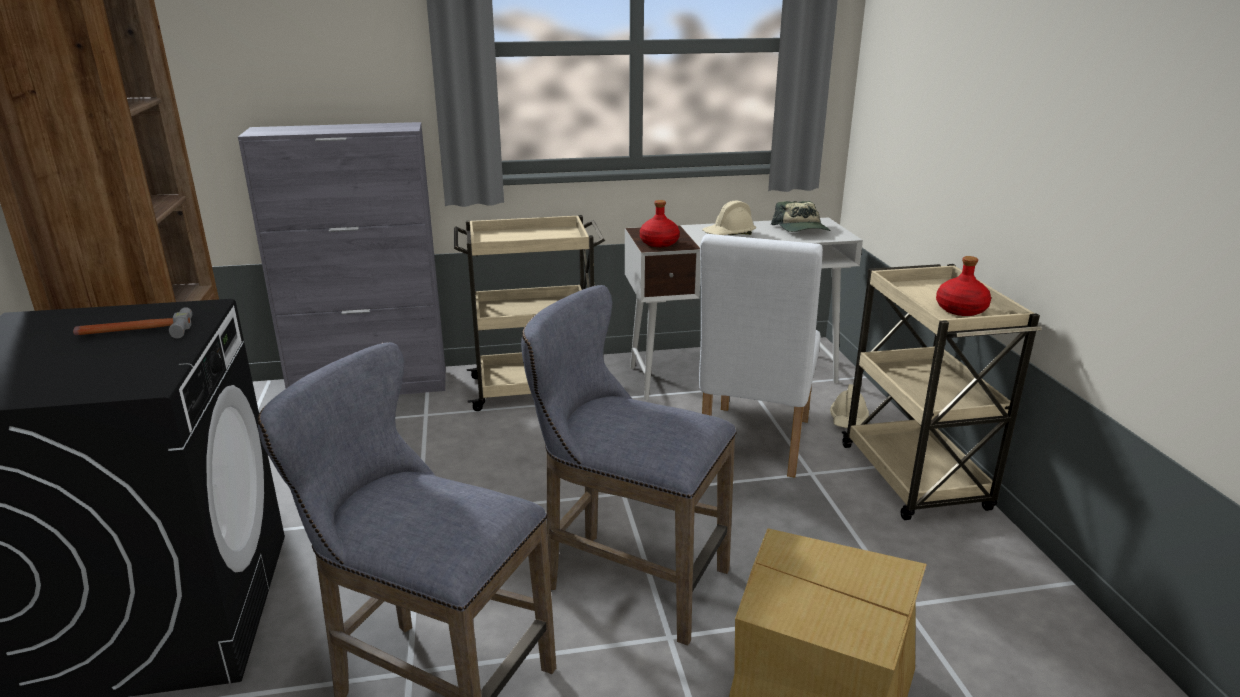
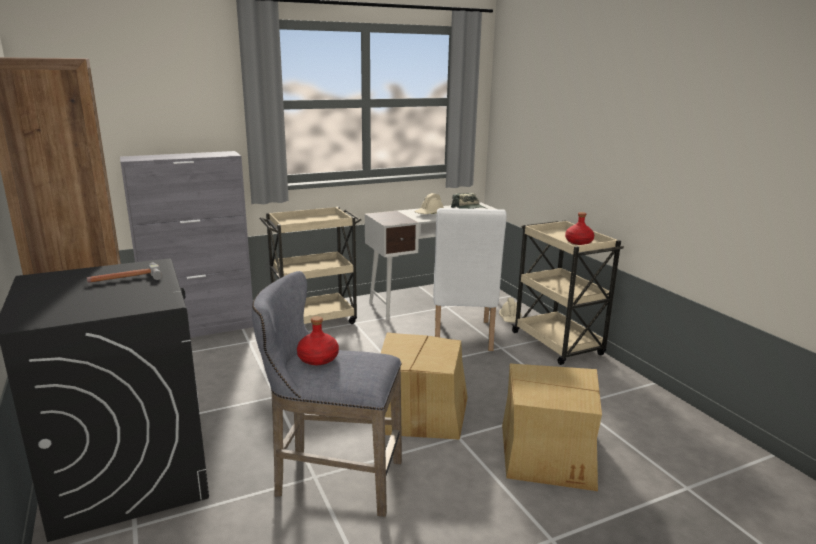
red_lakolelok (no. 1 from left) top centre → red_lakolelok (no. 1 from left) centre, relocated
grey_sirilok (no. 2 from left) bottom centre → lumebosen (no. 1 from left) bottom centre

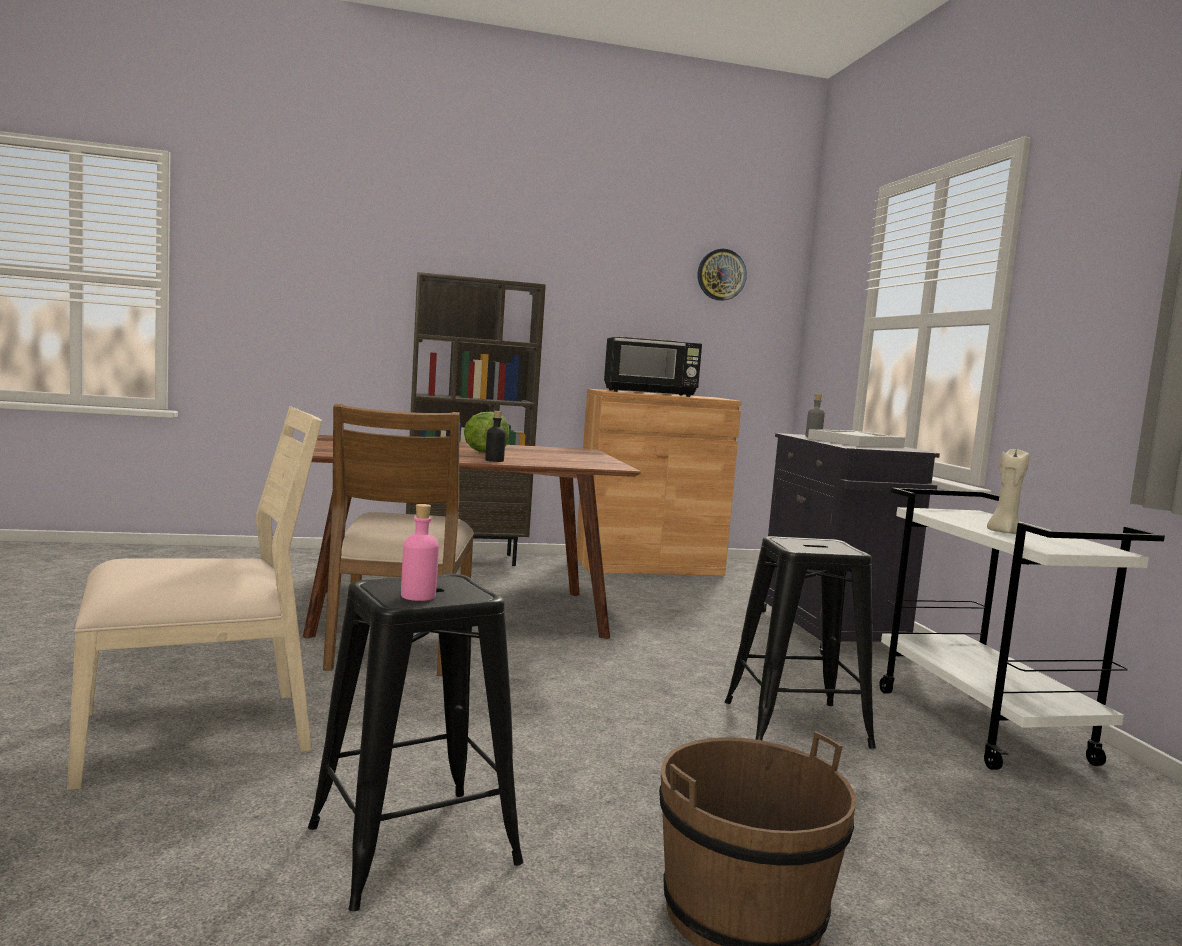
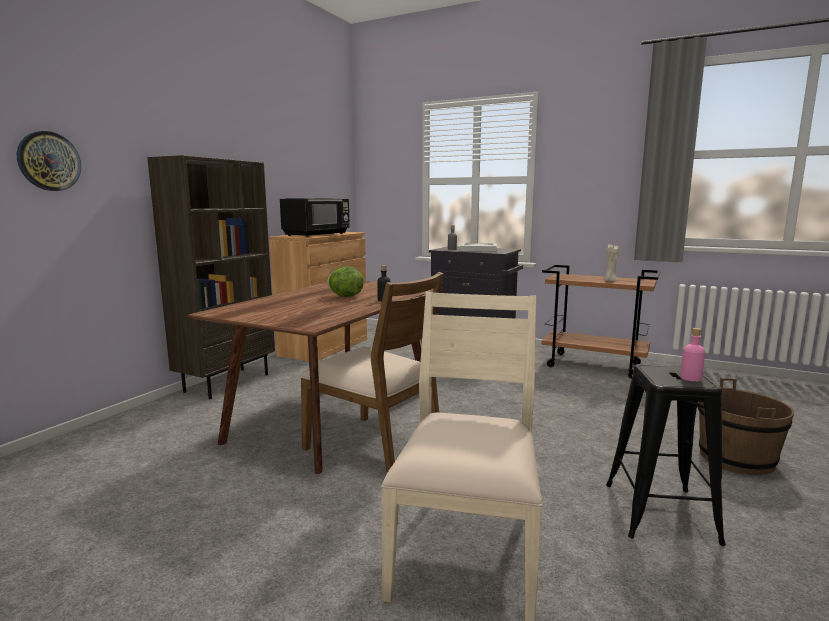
black_sirilok (no. 2 from left) bottom right → -
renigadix top centre → renigadix top left, relocated
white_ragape middle right → brown_ragape middle right

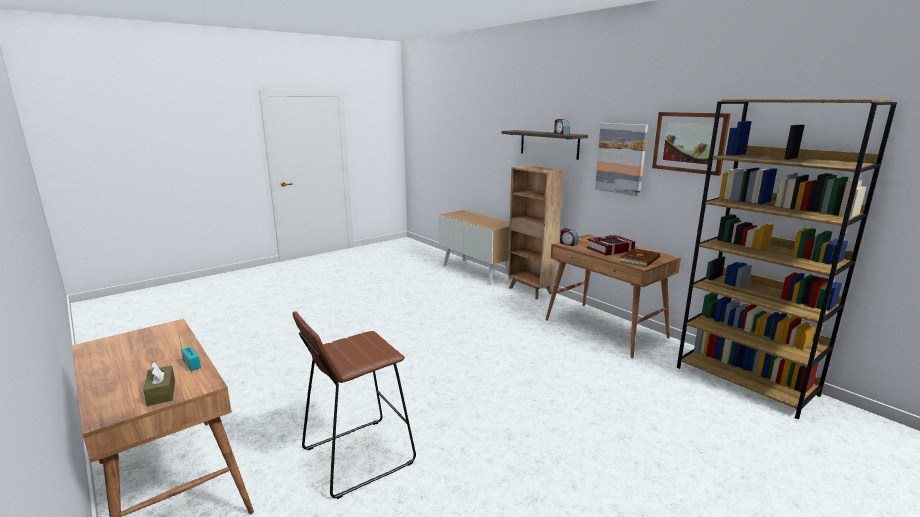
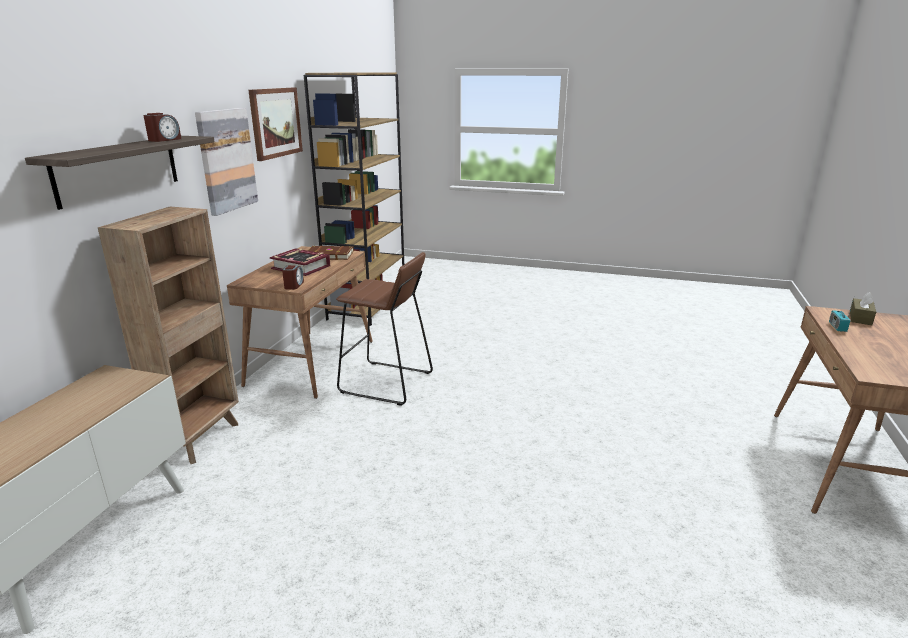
brown_sirilok bottom centre → brown_sirilok centre, relocated

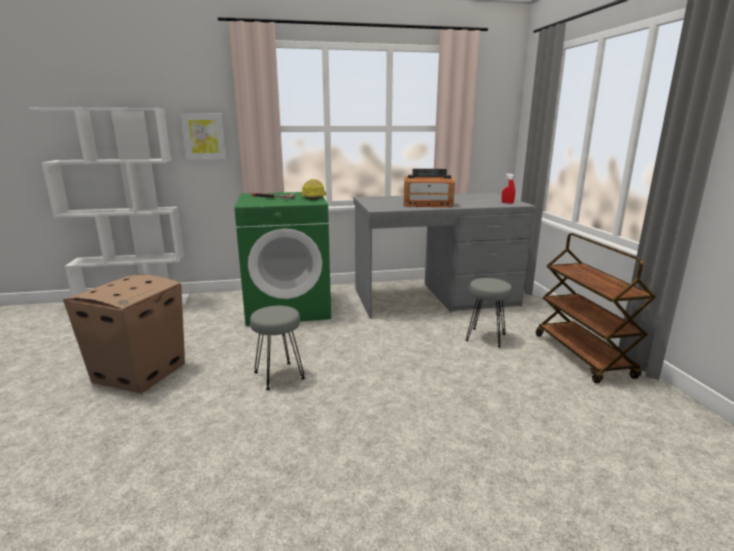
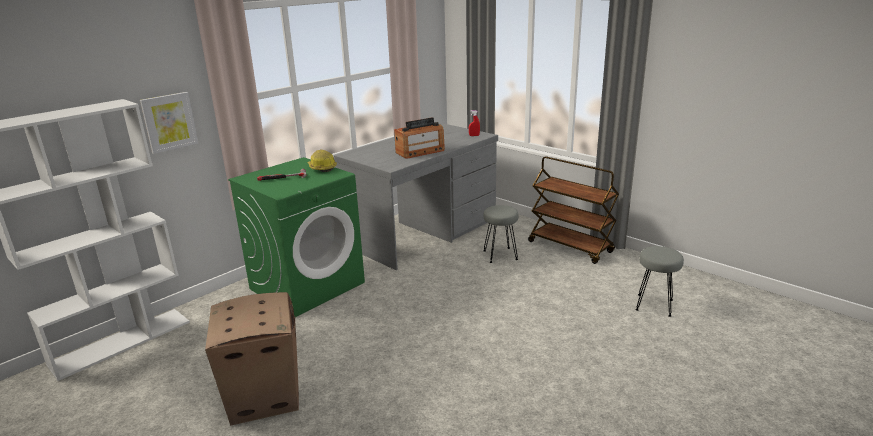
grey_sirilok (no. 1 from left in the first image) centre → grey_sirilok (no. 2 from left) middle right, relocated

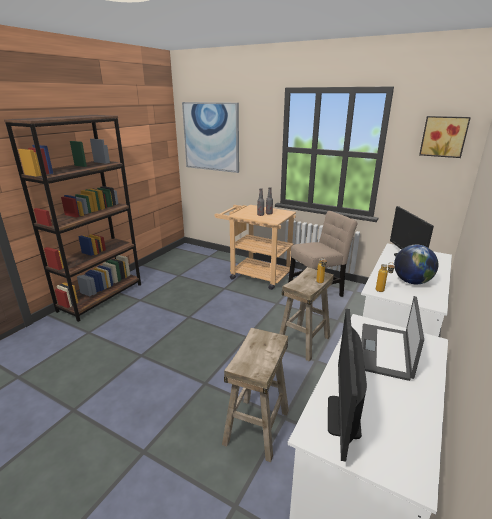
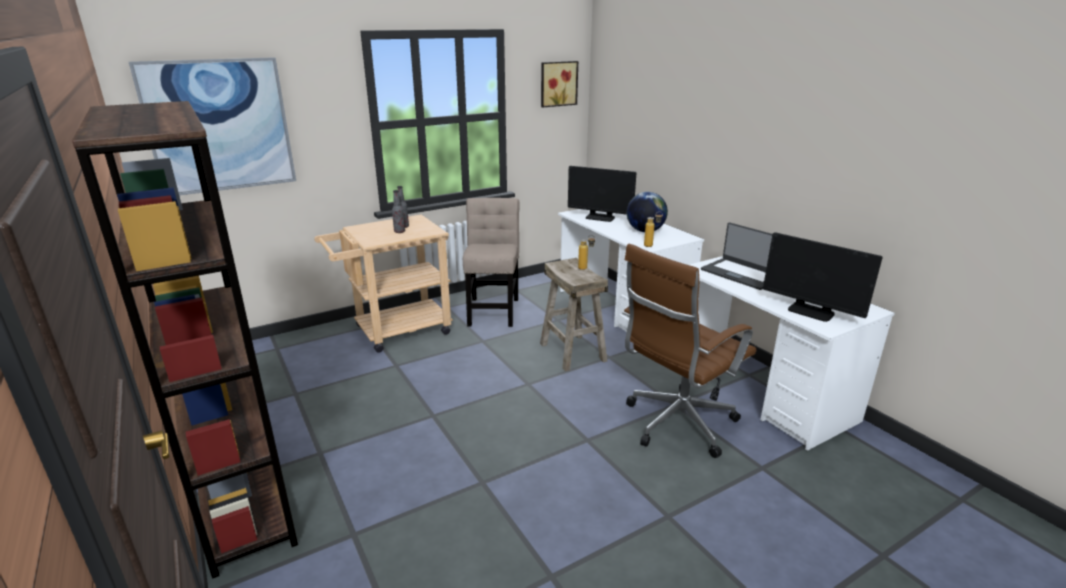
beige_sirilok (no. 1 from left) bottom centre → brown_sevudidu centre

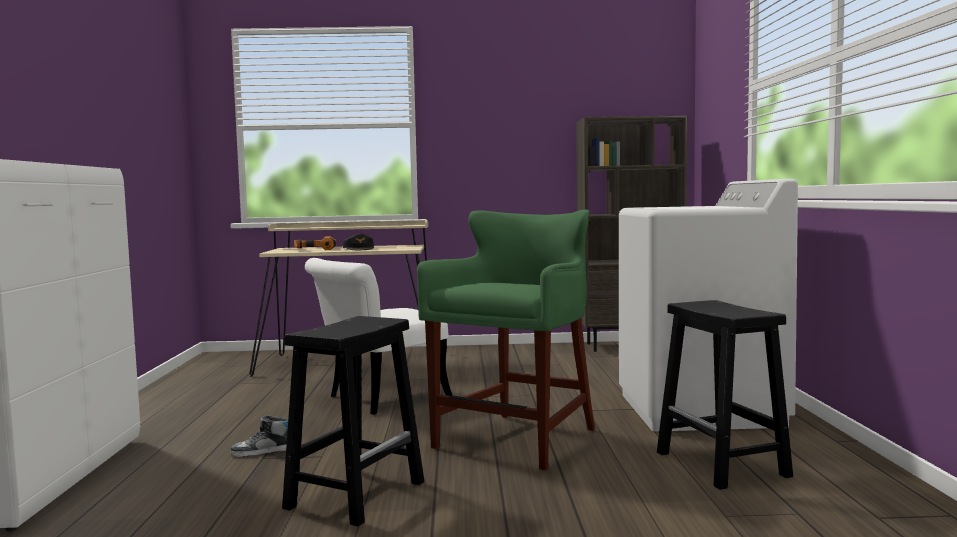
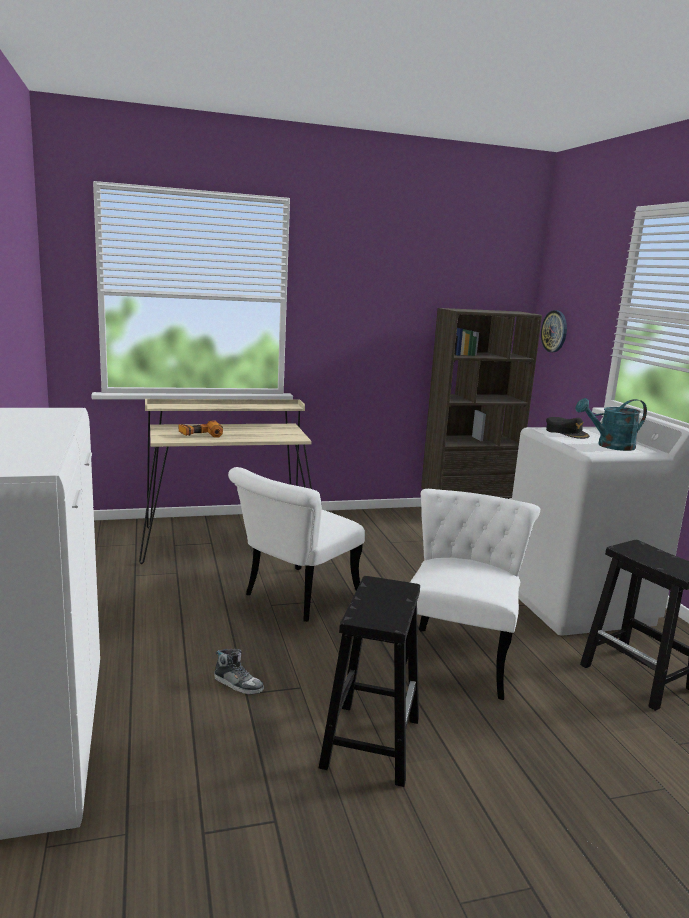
- → renigadix middle right
- → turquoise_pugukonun middle right
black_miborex centre → black_miborex middle right, relocated
green_sirilok centre → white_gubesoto (no. 2 from left) middle right
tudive bottom left → tudive bottom centre, 120 degrees counterclockwise

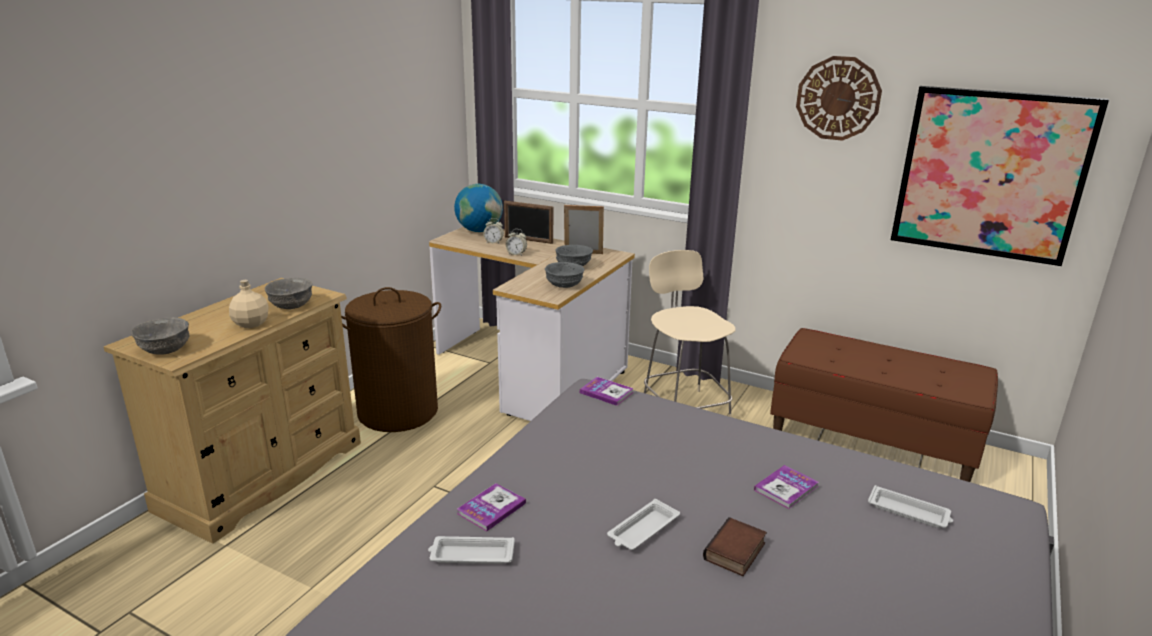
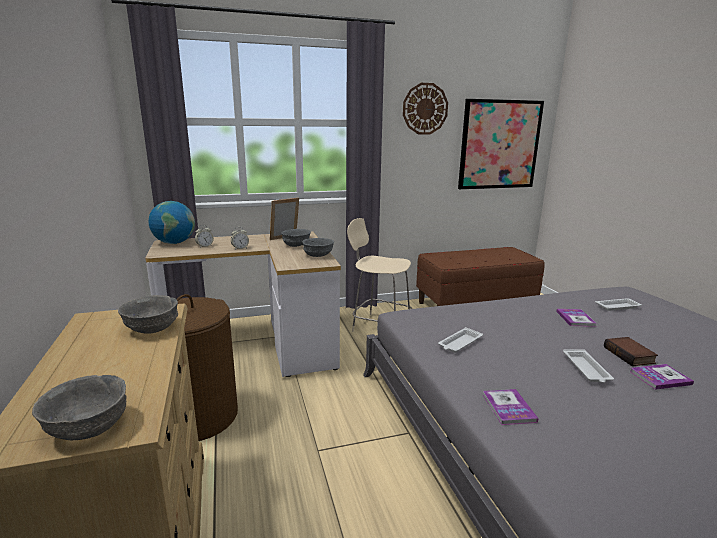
beige_lakolelok middle left → -
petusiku (no. 1 from left) centre → -
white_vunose (no. 1 from left) bottom centre → white_vunose (no. 1 from left) centre, relocated
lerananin (no. 2 from left in the first image) centre → lerananin (no. 4 from left) bottom right, relocated

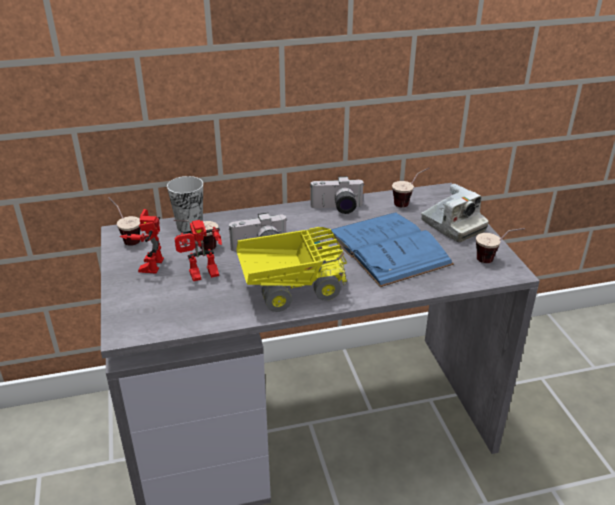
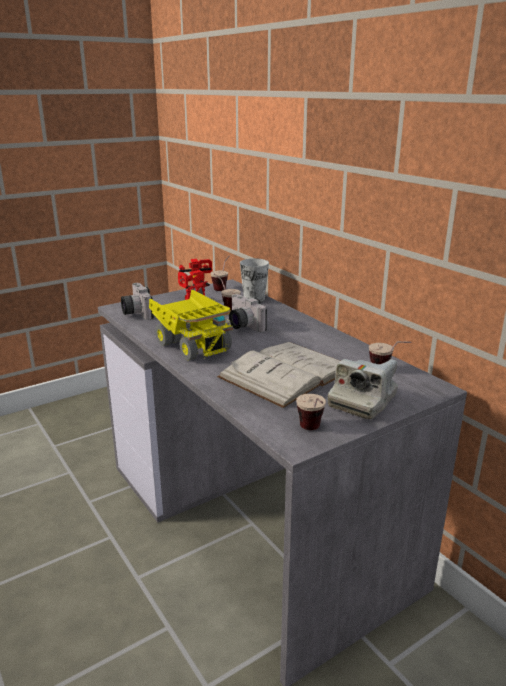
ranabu (no. 2 from left in the first image) centre → ranabu (no. 1 from left) middle left, relocated
blue_lerananin centre → white_lerananin centre

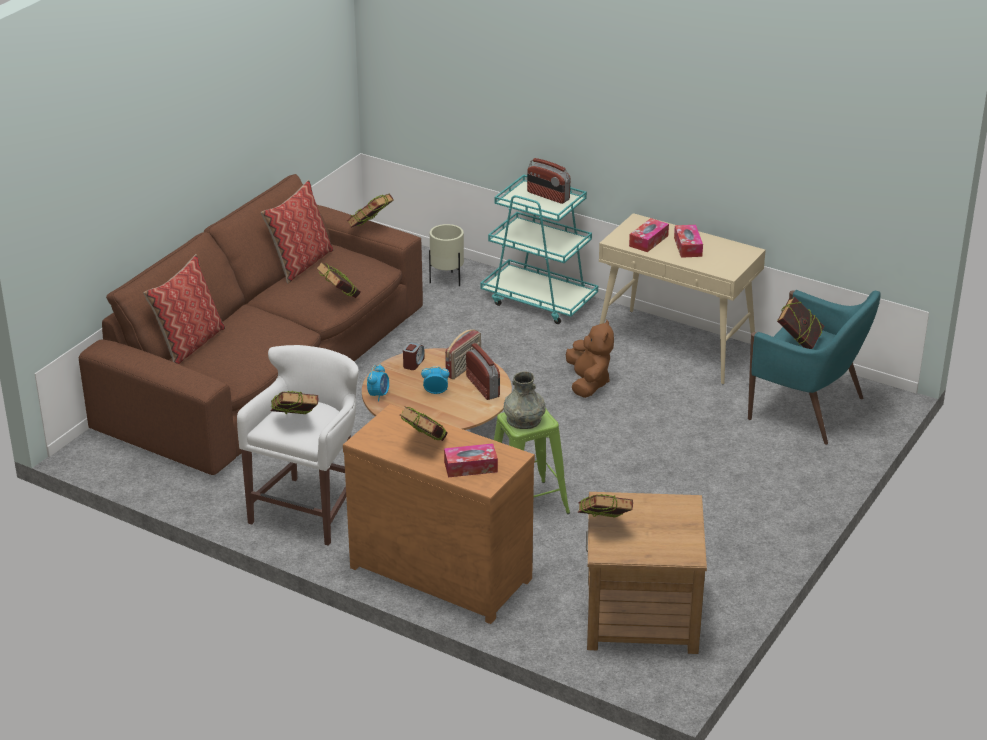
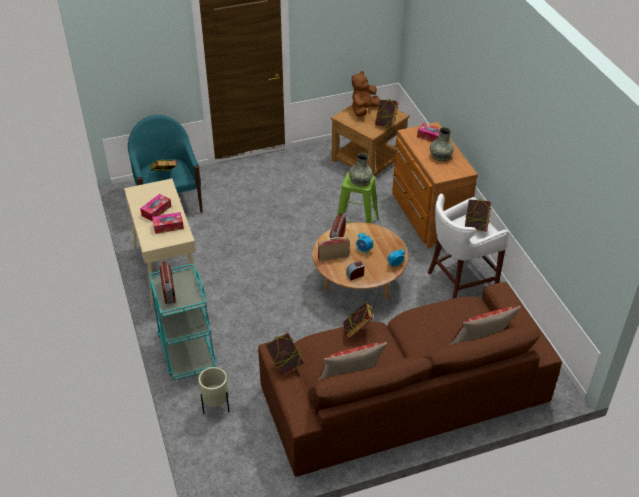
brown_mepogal centre → brown_mepogal top centre, relocated
lerananin (no. 4 from left) centre → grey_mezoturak (no. 2 from left) top right

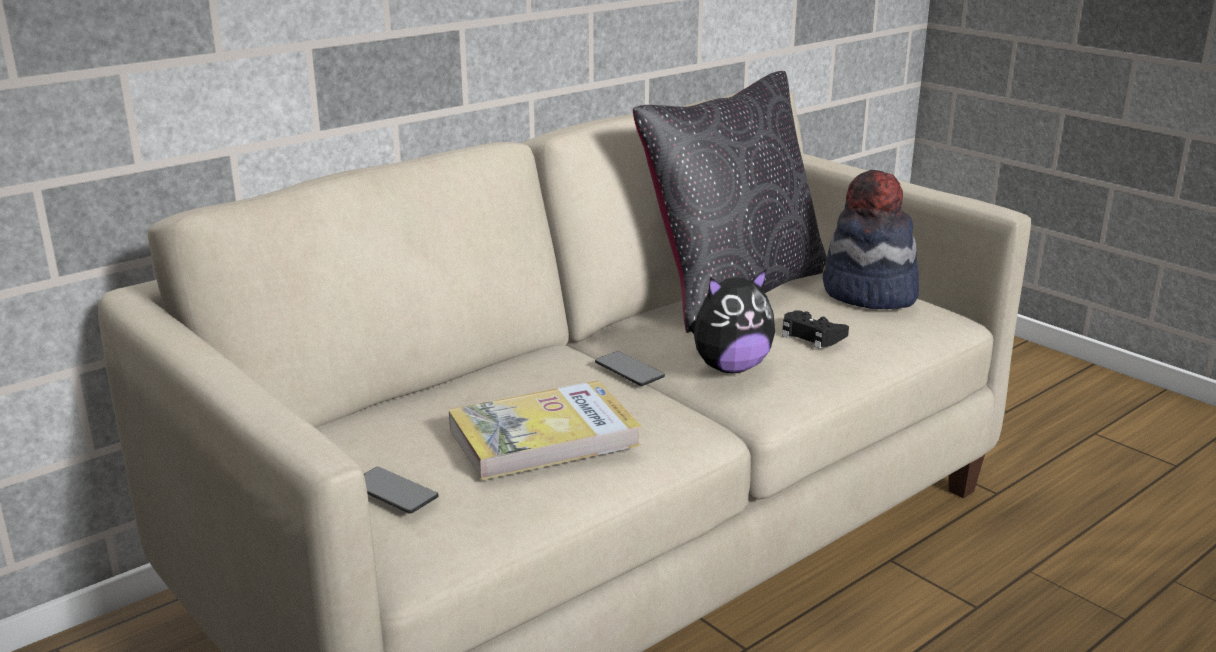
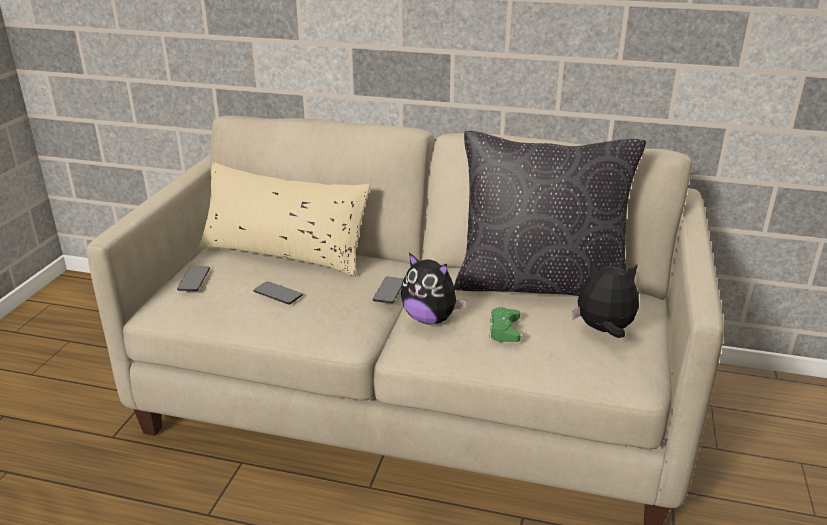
- → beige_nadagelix centre
lerananin centre → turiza (no. 2 from left) centre
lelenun middle right → mepogal (no. 2 from left) middle right
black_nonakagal middle right → green_nonakagal centre

